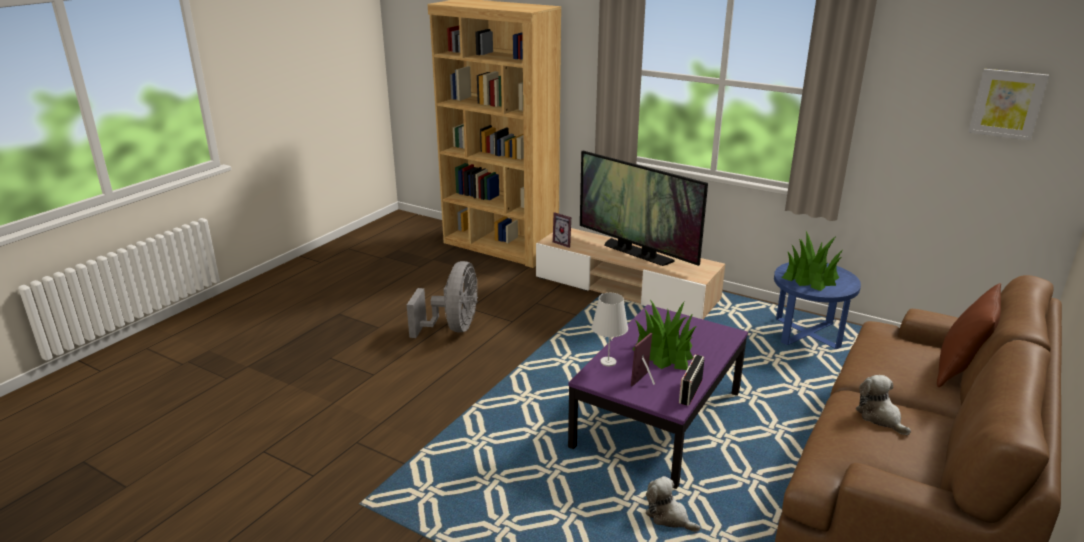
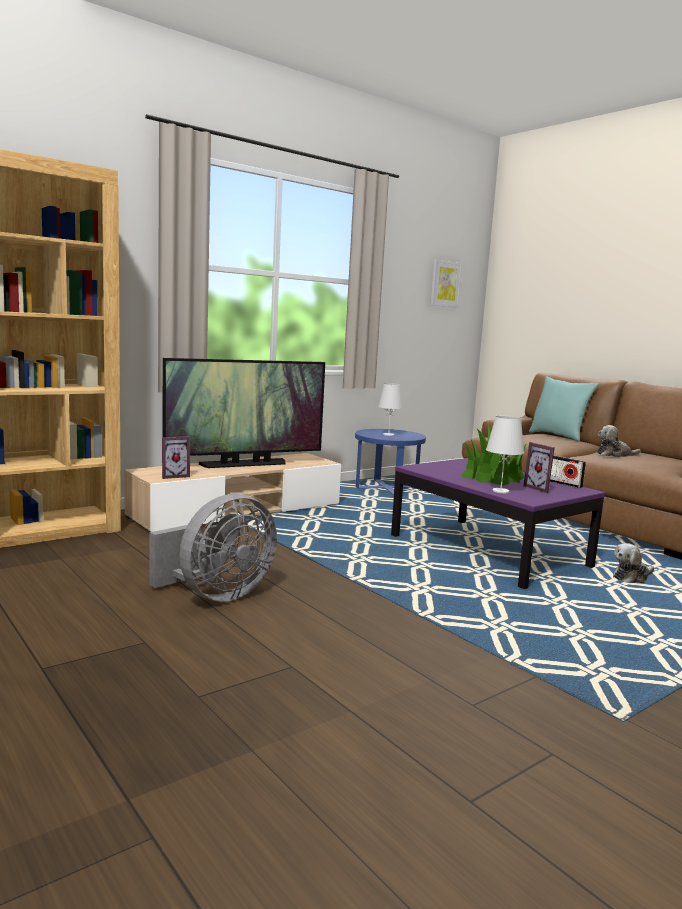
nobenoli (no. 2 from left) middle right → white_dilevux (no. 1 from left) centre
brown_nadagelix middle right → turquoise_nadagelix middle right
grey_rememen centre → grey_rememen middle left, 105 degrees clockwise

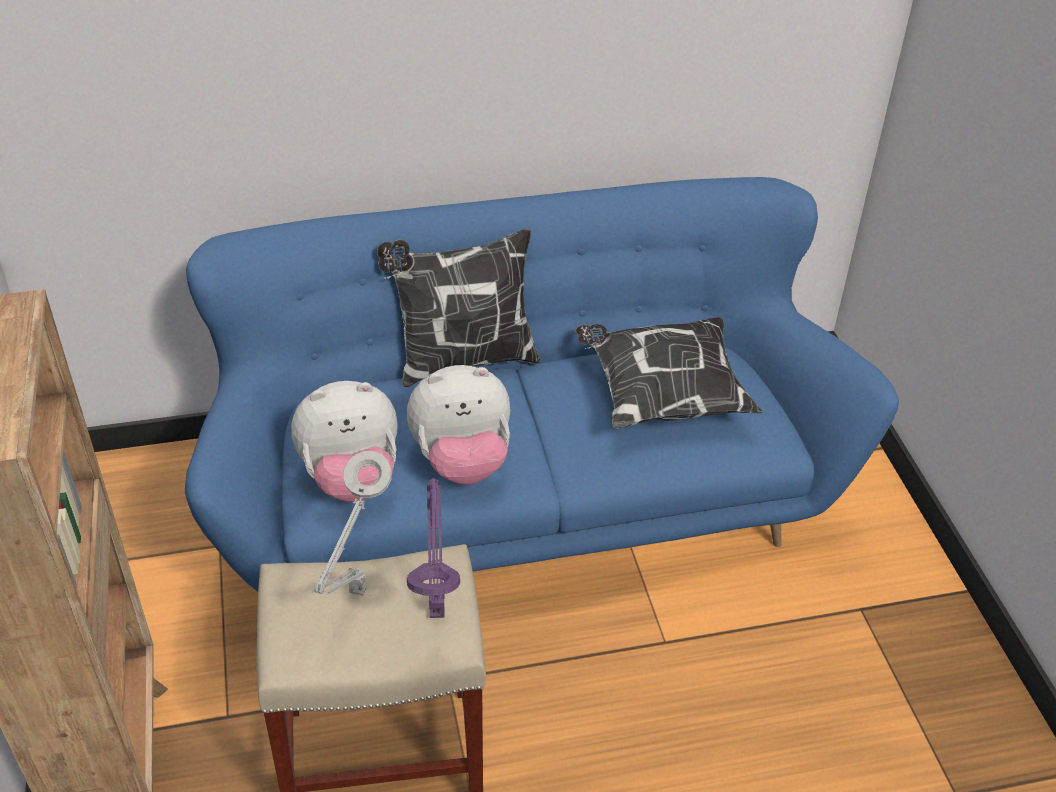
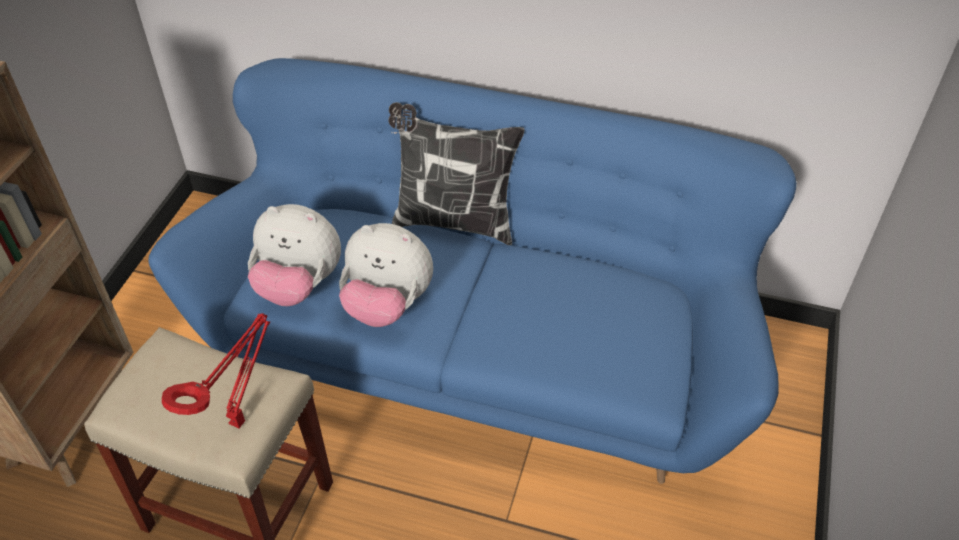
grey_dilevux centre → -
nadagelix (no. 2 from left) centre → -
purple_dilevux bottom centre → red_dilevux bottom left

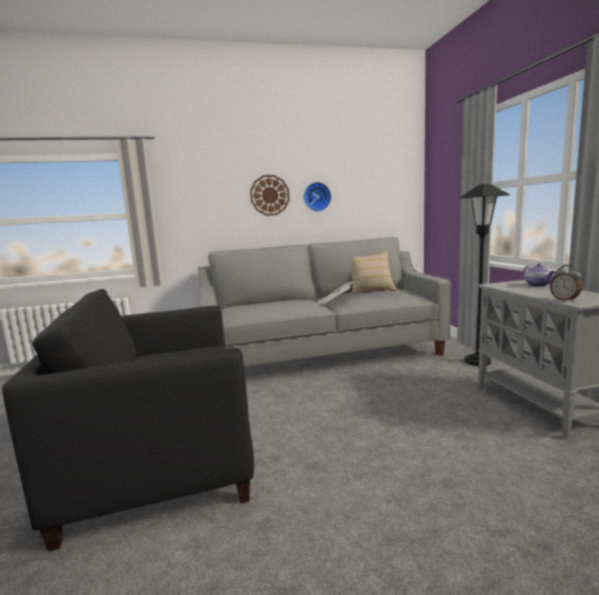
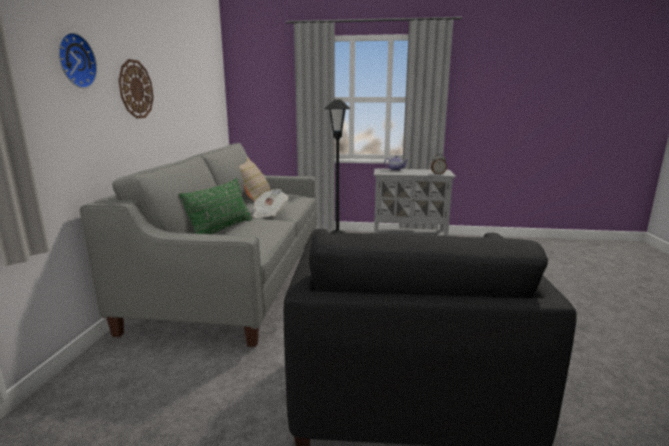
- → green_nadagelix middle left
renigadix (no. 2 from left in the first image) top centre → renigadix (no. 1 from left) top left, relocated

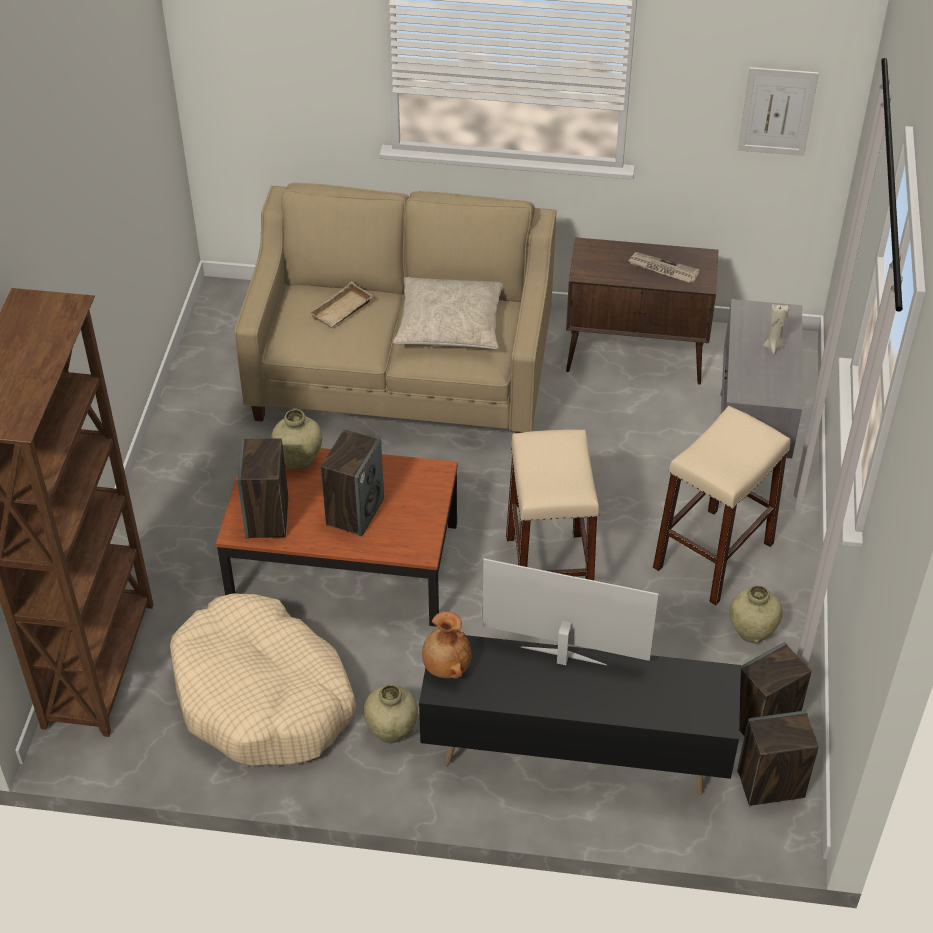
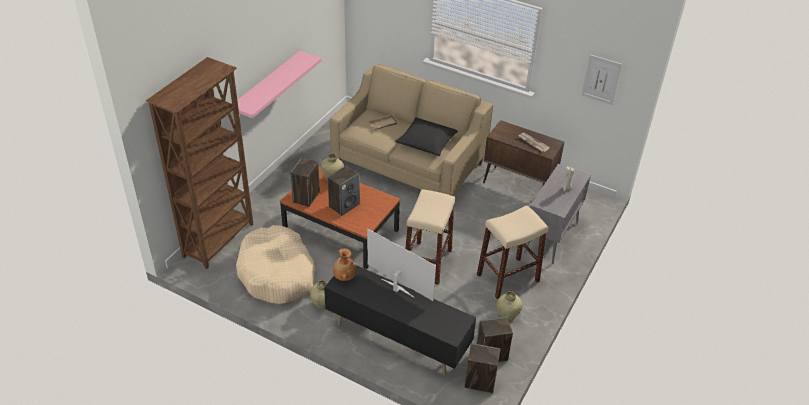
- → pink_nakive top centre
beige_nadagelix centre → black_nadagelix centre

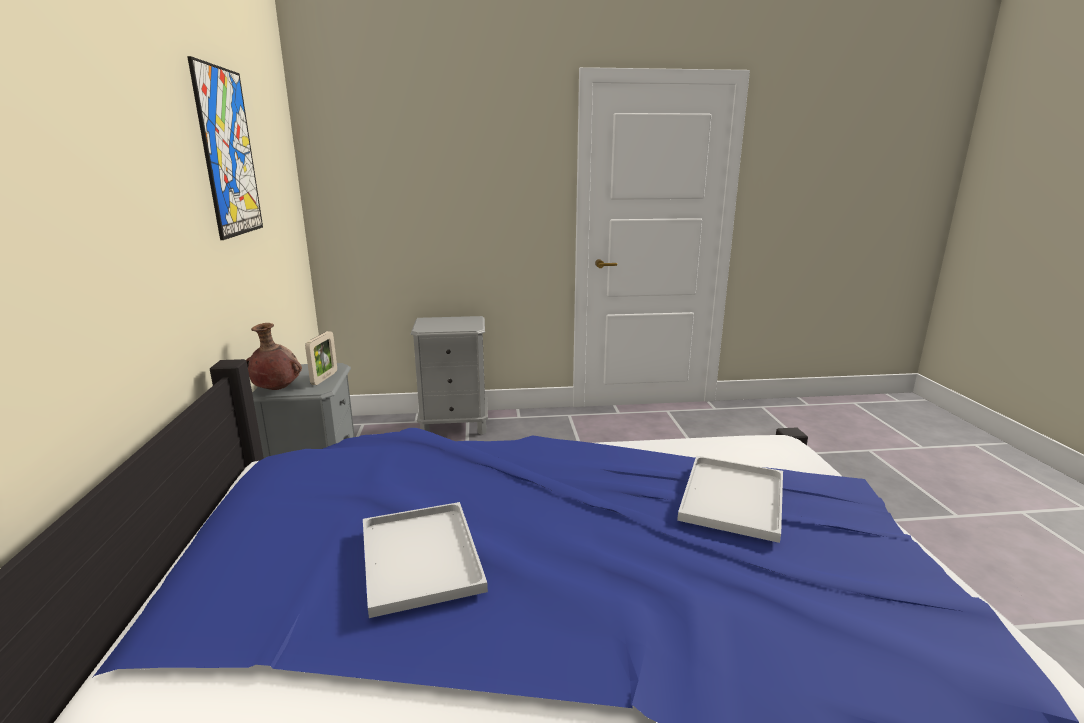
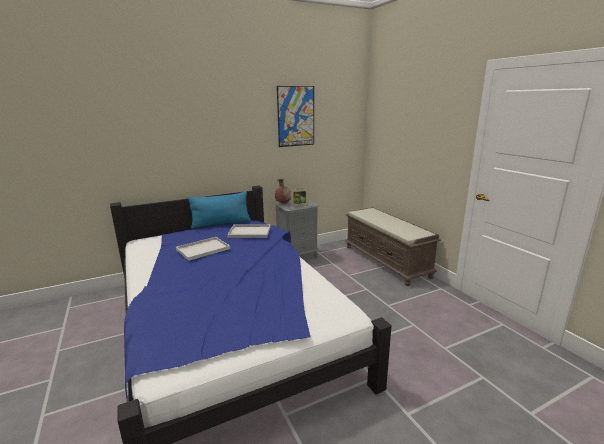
- → blue_nadagelix centre
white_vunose (no. 2 from left) bottom right → white_vunose (no. 2 from left) centre, relocated
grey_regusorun (no. 2 from left) centre → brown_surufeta centre

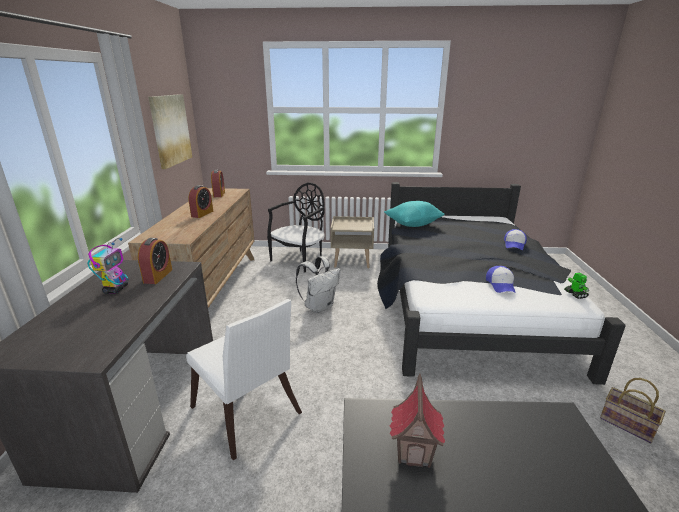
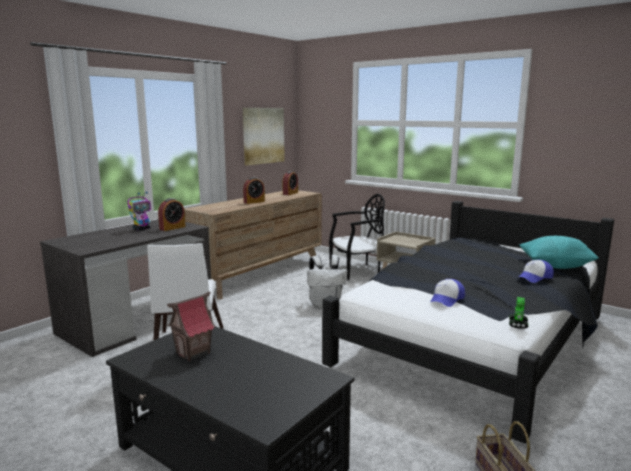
turquoise_nadagelix centre → turquoise_nadagelix middle right, relocated

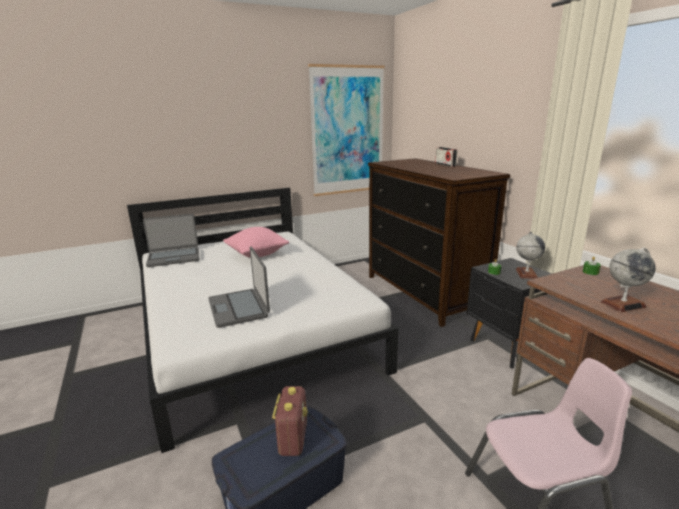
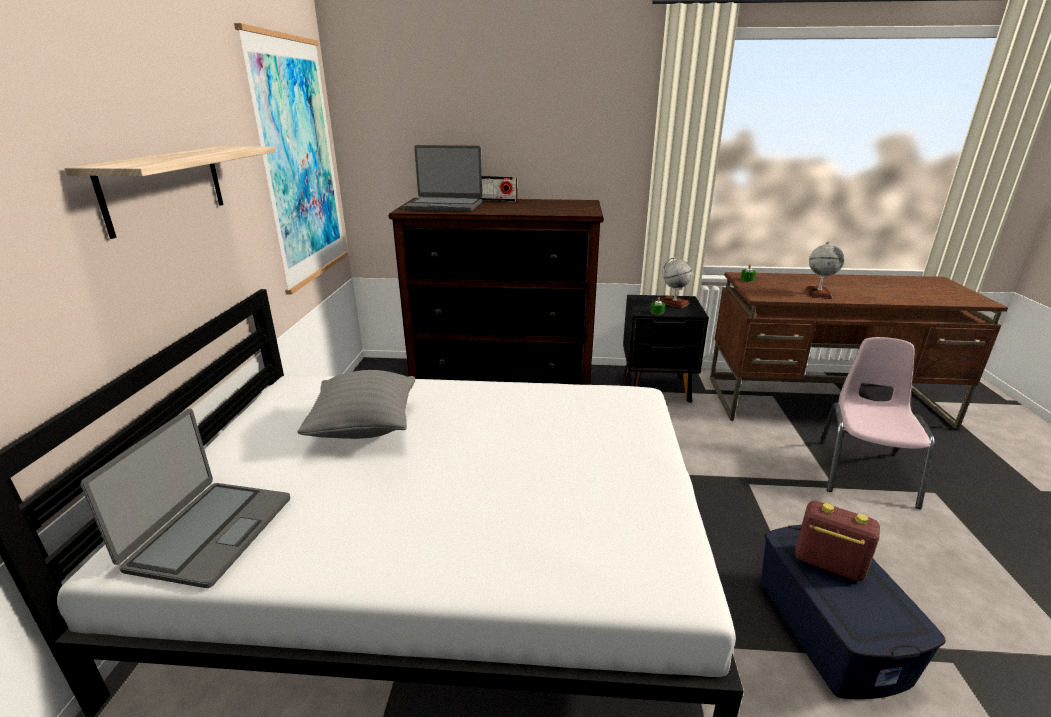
- → nakive top left
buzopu (no. 2 from left) centre → buzopu (no. 2 from left) top centre, relocated
pink_nadagelix centre → grey_nadagelix centre

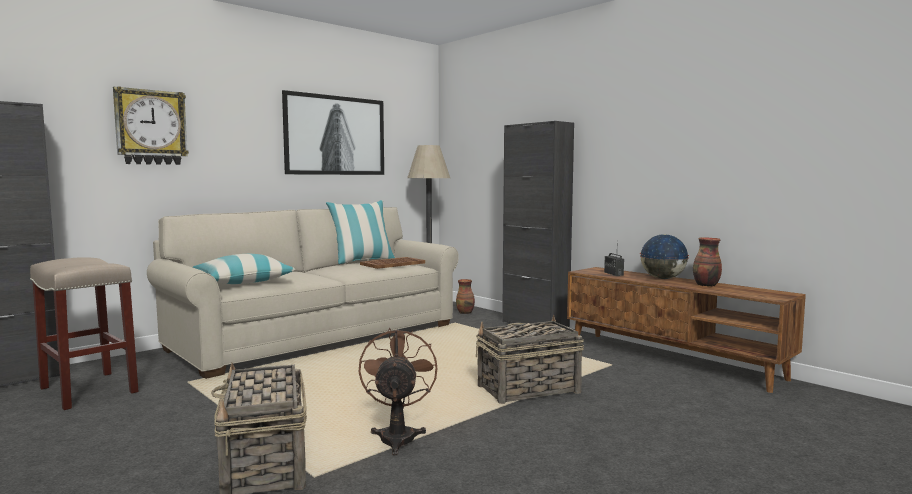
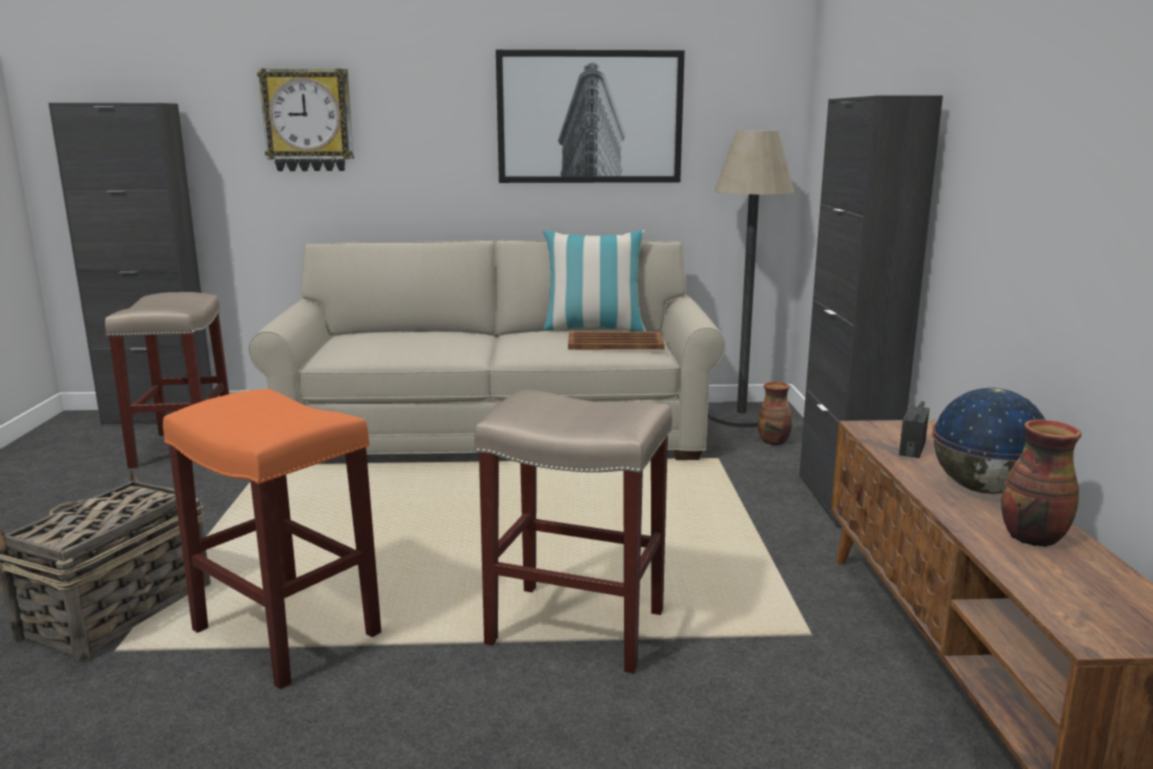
nadagelix (no. 1 from left) middle left → -
brown_rememen bottom centre → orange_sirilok bottom left
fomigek (no. 2 from left) bottom centre → beige_sirilok (no. 2 from left) bottom centre

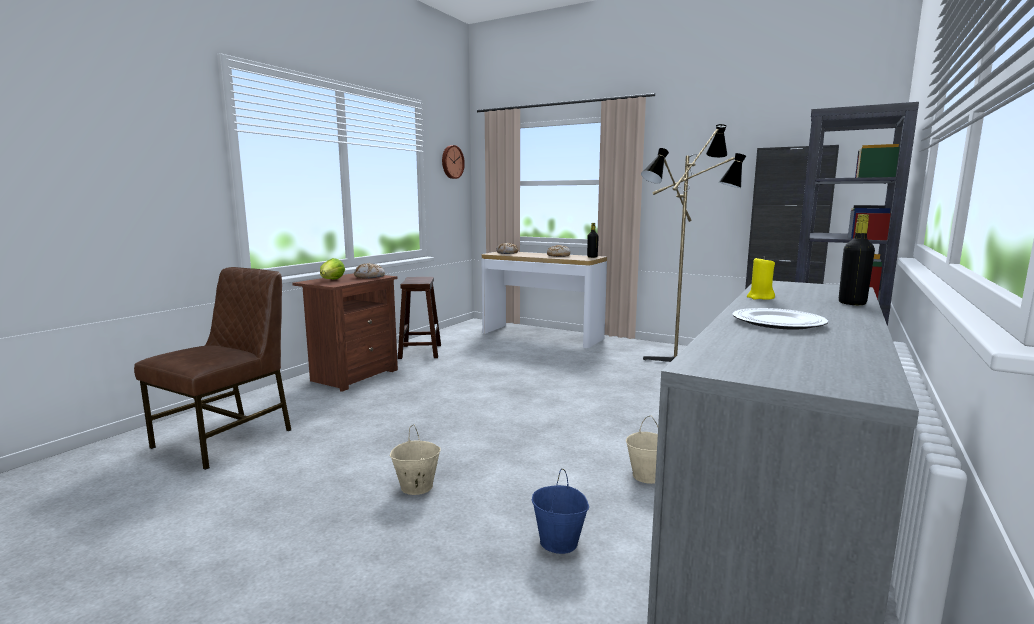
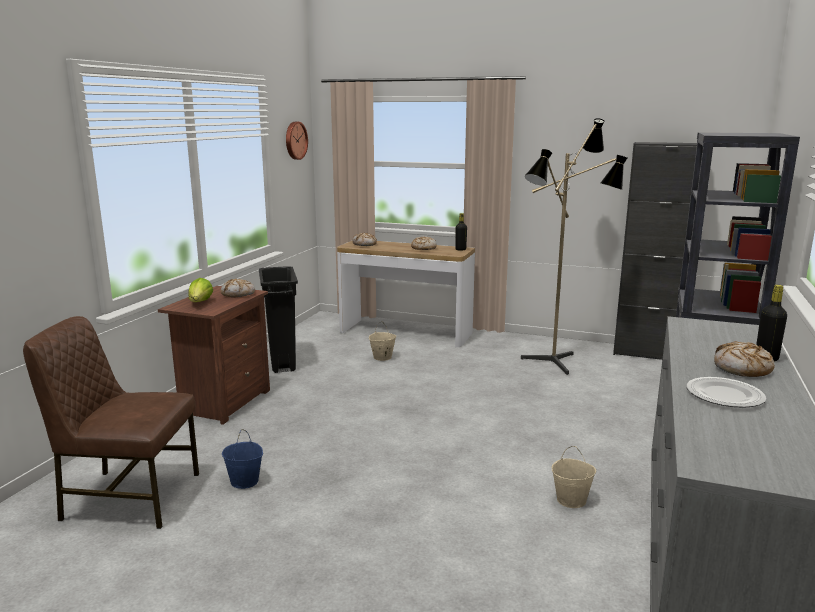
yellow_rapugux middle right → -
- → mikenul (no. 4 from left) middle right
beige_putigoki (no. 1 from left) bottom centre → beige_putigoki (no. 1 from left) centre, relocated
blue_putigoki bottom centre → blue_putigoki bottom left, relocated
brown_sirilok centre → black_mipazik centre
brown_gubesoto middle left → brown_gubesoto bottom left, 105 degrees counterclockwise

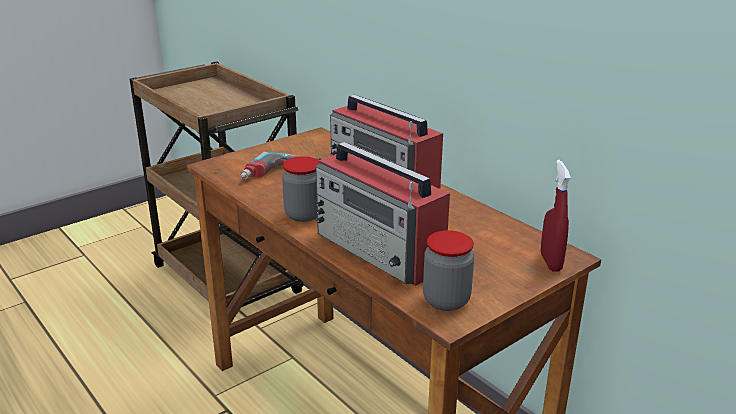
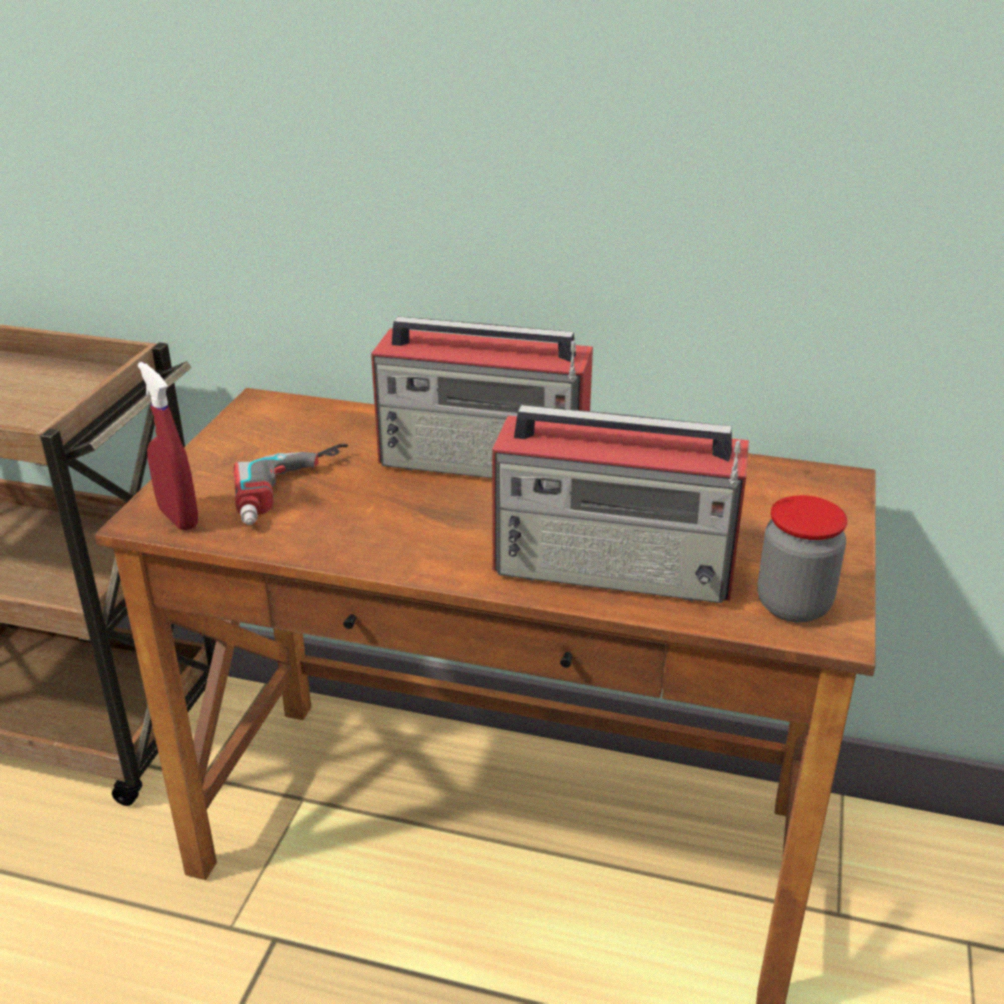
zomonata (no. 1 from left) centre → -
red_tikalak middle right → red_tikalak middle left, relocated

